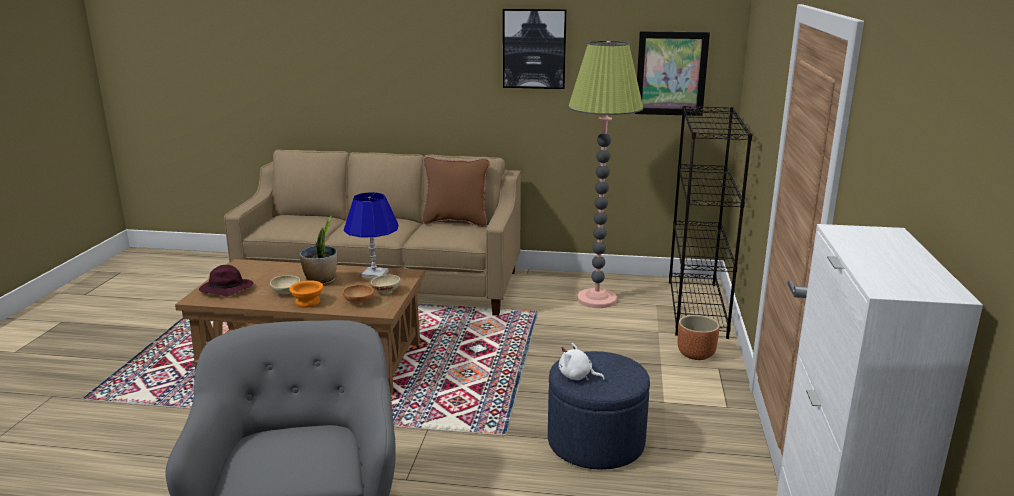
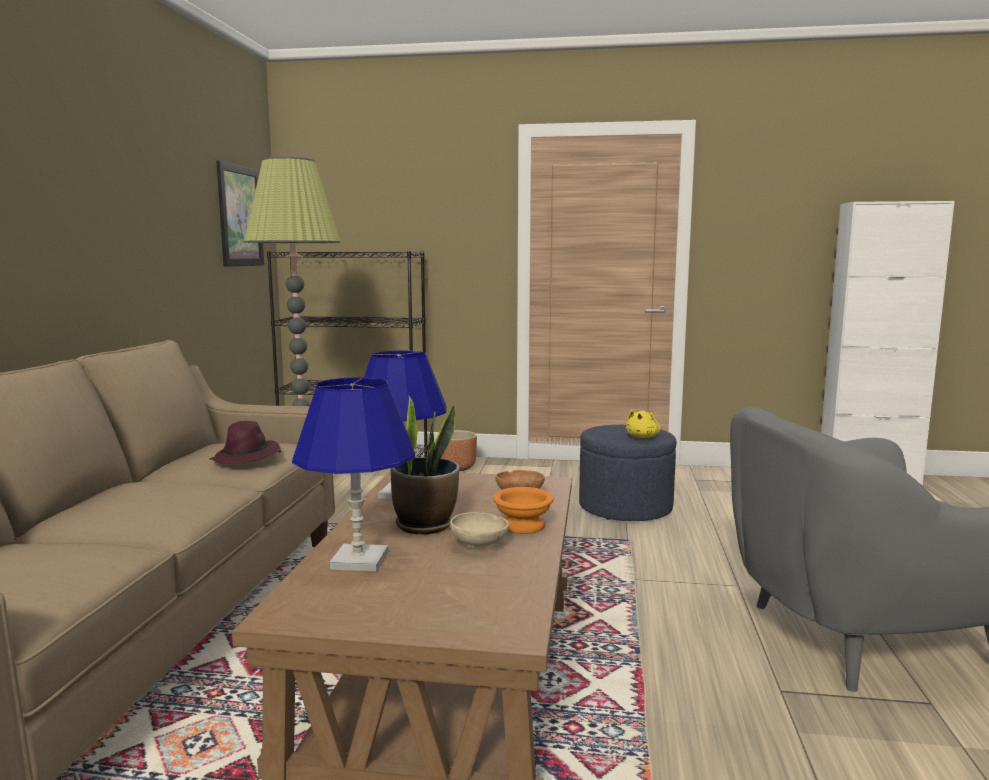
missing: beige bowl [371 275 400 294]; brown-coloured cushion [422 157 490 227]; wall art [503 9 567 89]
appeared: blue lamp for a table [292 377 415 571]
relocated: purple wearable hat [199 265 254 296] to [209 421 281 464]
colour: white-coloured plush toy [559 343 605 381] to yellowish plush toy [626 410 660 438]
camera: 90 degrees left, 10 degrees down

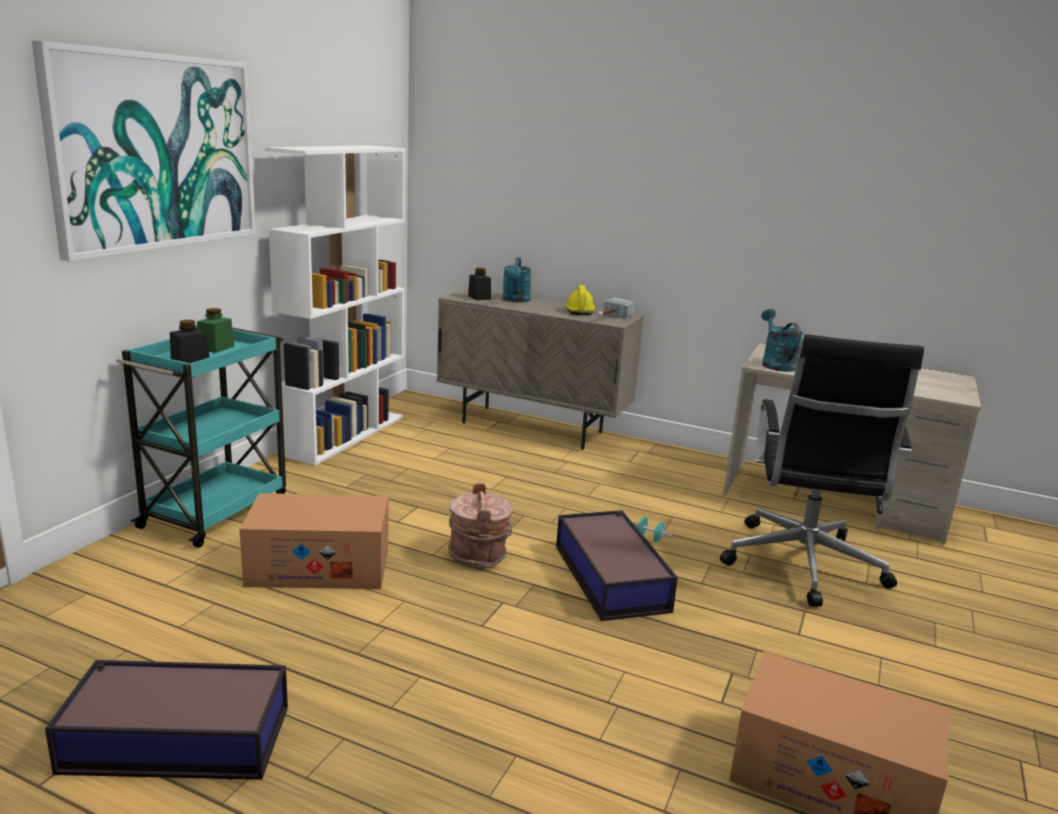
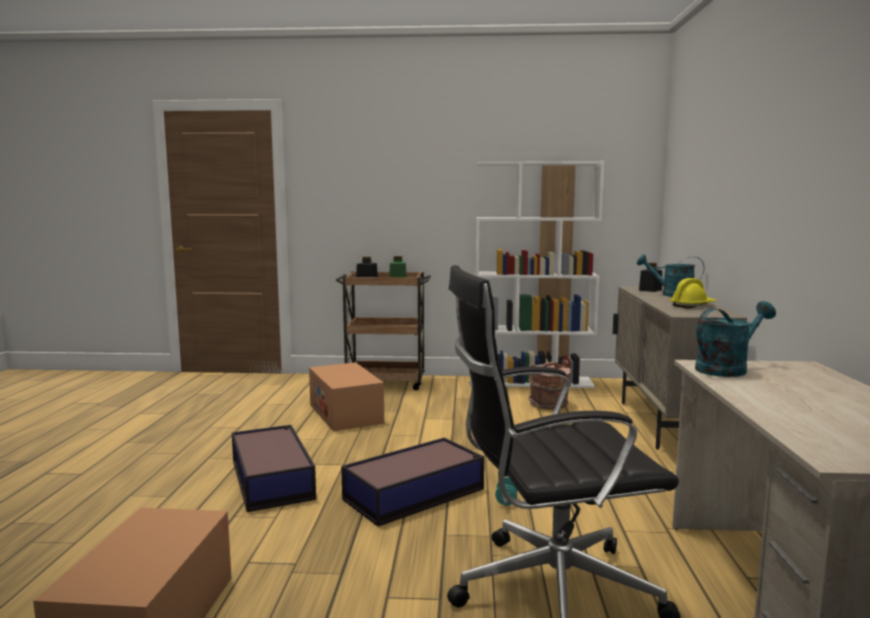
missing: wall art [32 40 256 261]; tool hammer [597 298 635 318]
relocated: storage container [45 660 288 780] to [232 425 316 512]; brown-coloured water bucket [448 483 512 569] to [528 360 571 410]
colour: turquoise trolley [116 328 286 548] to brown-coloured trolley [336 272 431 390]
spun: turquoise watering can [502 258 531 302] = [637 254 704 297] 45 degrees clockwise
camera: 70 degrees right, 10 degrees down

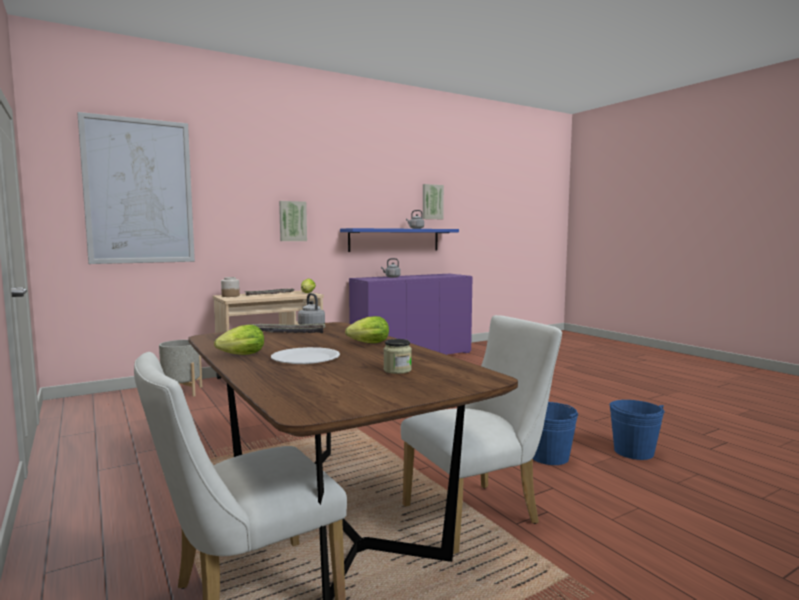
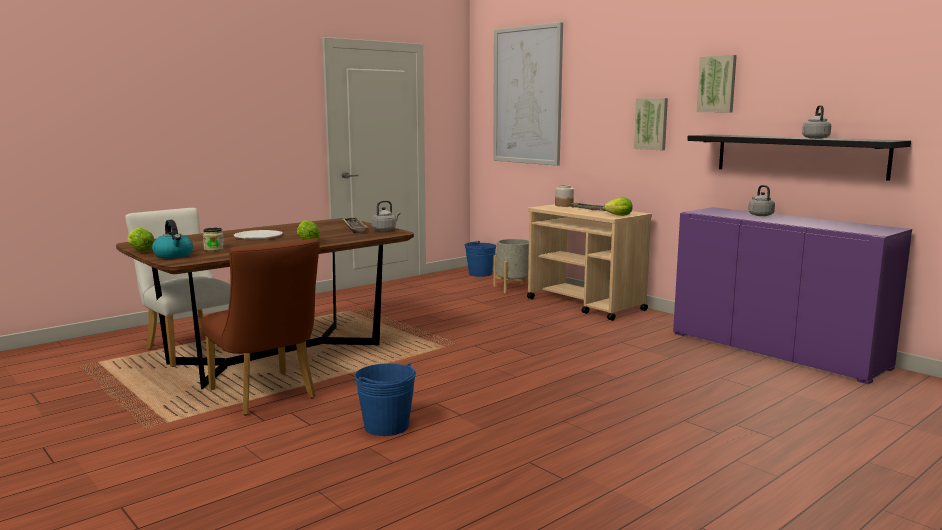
appeared: tea kettle [152 220 193 259]
relocated: head of lettuce [214 325 264 355] to [128 228 154 252]; wall art [423 184 444 219] to [697 55 737 112]; blue water bucket [609 400 665 460] to [464 241 496 277]
colour: blue wall shelf [340 228 459 252] to blackish wall shelf [687 135 911 181]; white-coloured upright chair [401 315 562 554] to brown-coloured upright chair [201 238 320 415]
camera: 80 degrees right, 5 degrees up

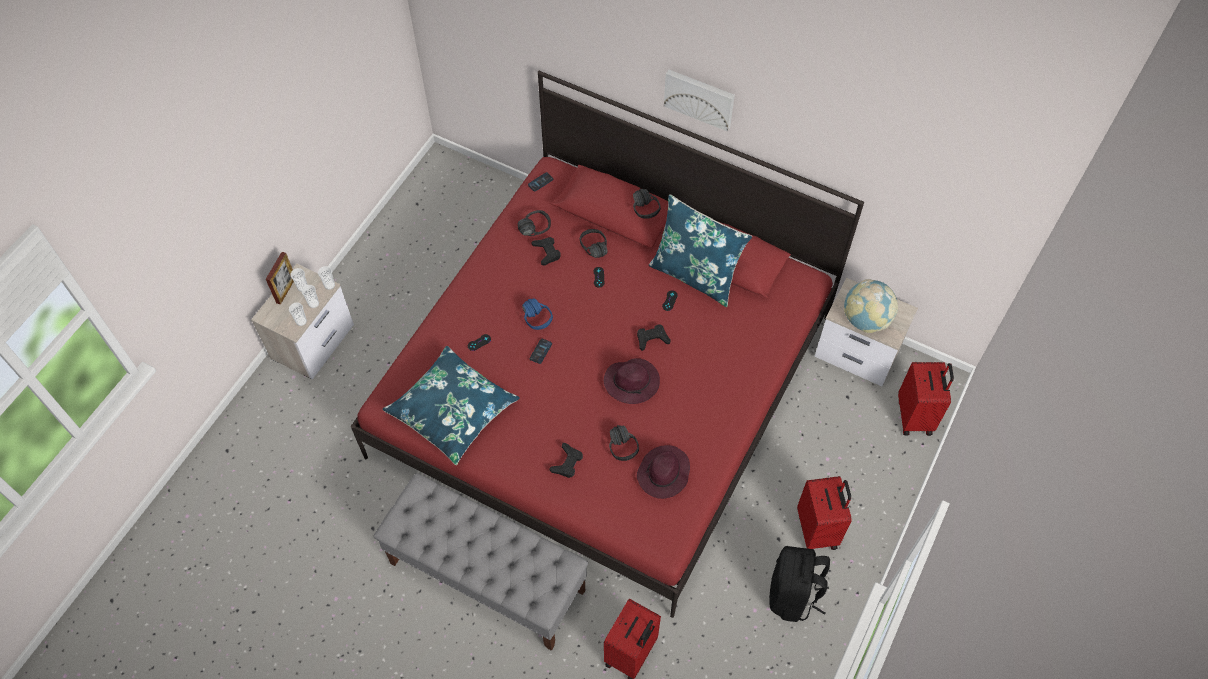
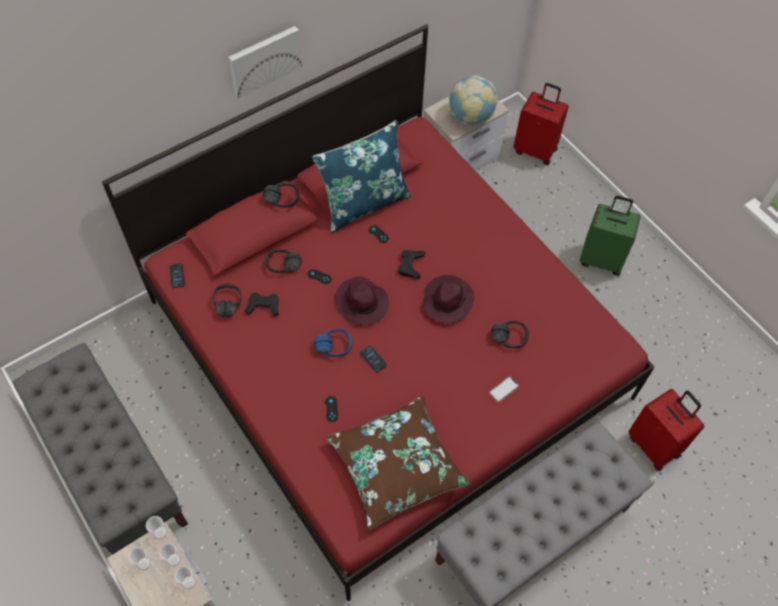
missing: photo frame [266 252 294 305]; blackish backpack [769 546 830 622]
appeared: gray indoor bench [13 343 188 554]
relocated: purple wearable hat [637 445 690 499] to [335 276 389 325]
exchanged: blackish game controller [549 443 583 478] to telephone [489 377 519 402]
colour: blue cushion [383 346 520 465] to brown-coloured cushion [327 396 470 530]; red travel case [797 476 852 550] to green travel case [580 196 641 276]
camera: 65 degrees left, 0 degrees up

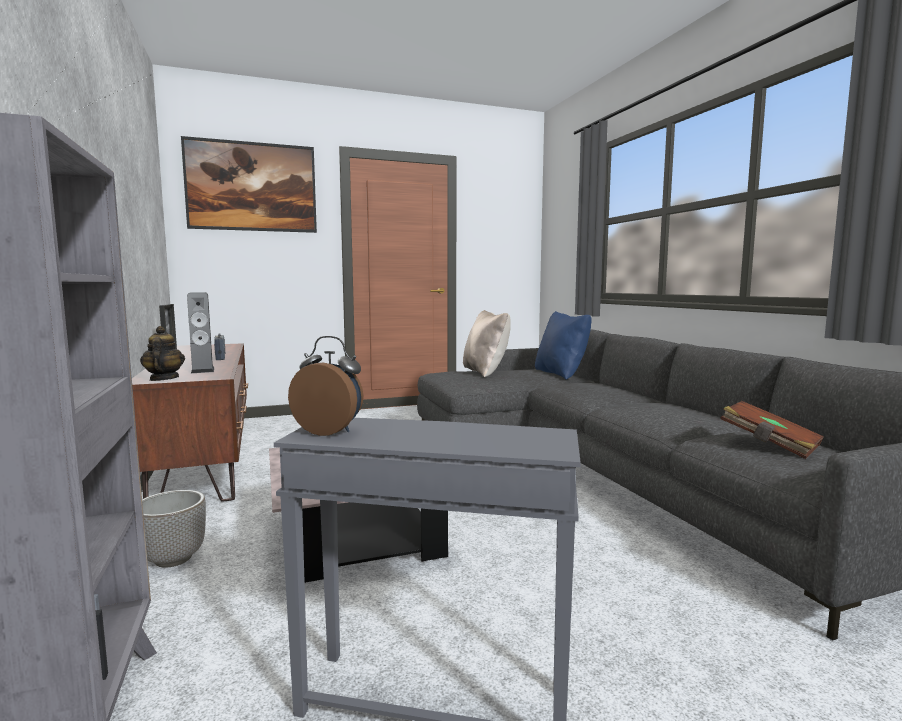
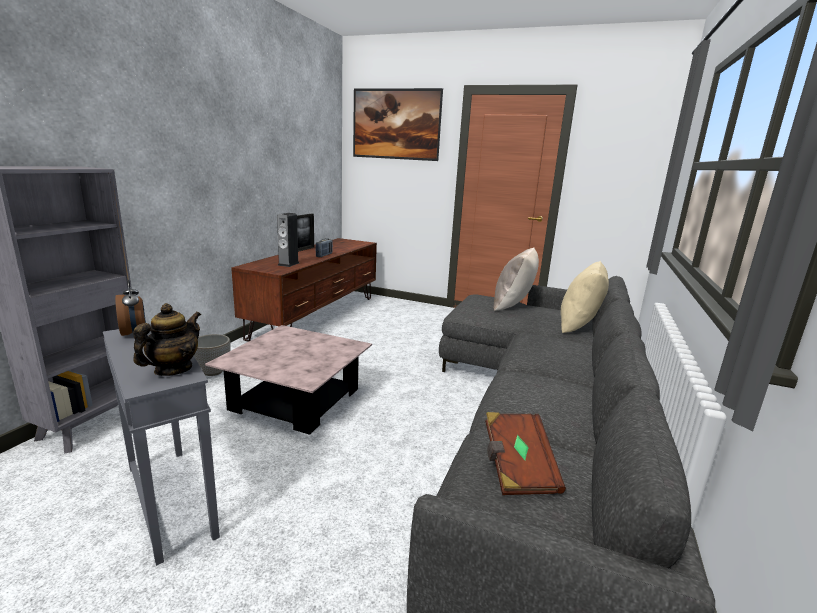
relocated: tea pot [140 326 185 381] to [133 303 201 376]
colour: blue cushion [535 311 592 380] to beige cushion [560 261 609 333]
camera: 40 degrees right, 10 degrees up

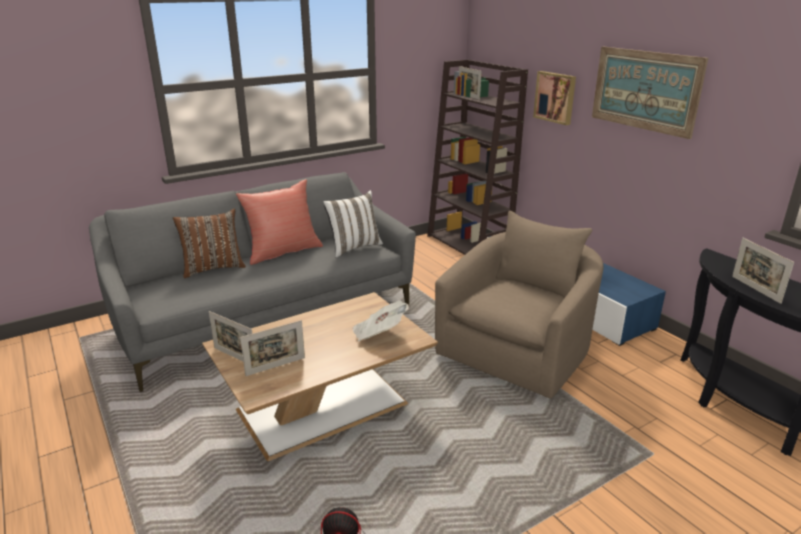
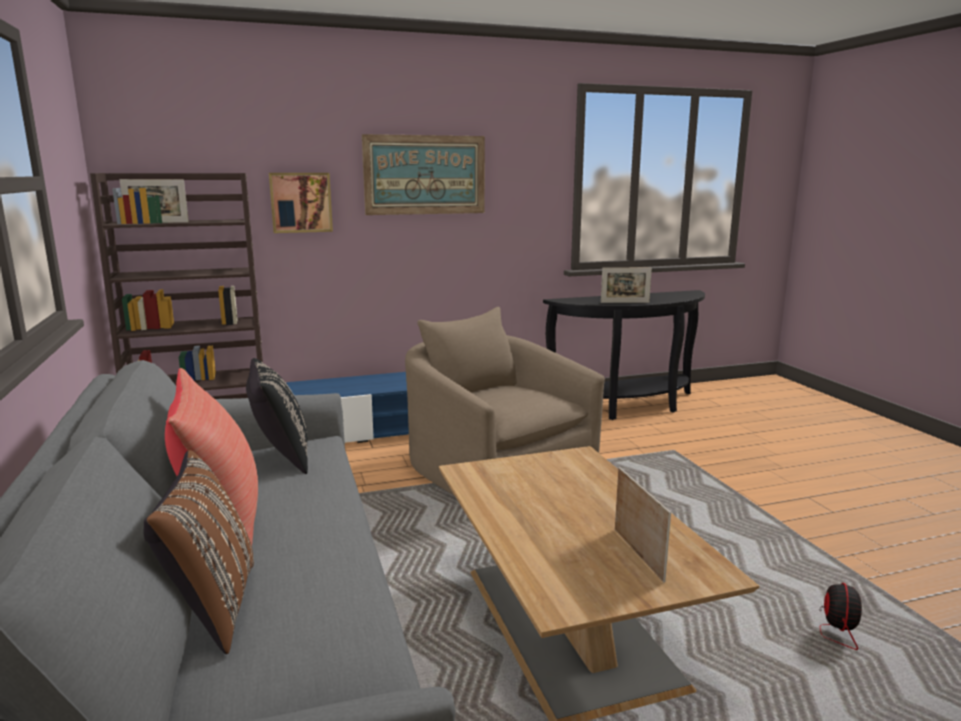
missing: photo frame [209 311 252 361]; daily paper [352 300 409 342]
colour: white-coloured cushion [323 190 383 257] to blackish cushion [246 358 308 474]
camera: 75 degrees left, 10 degrees down

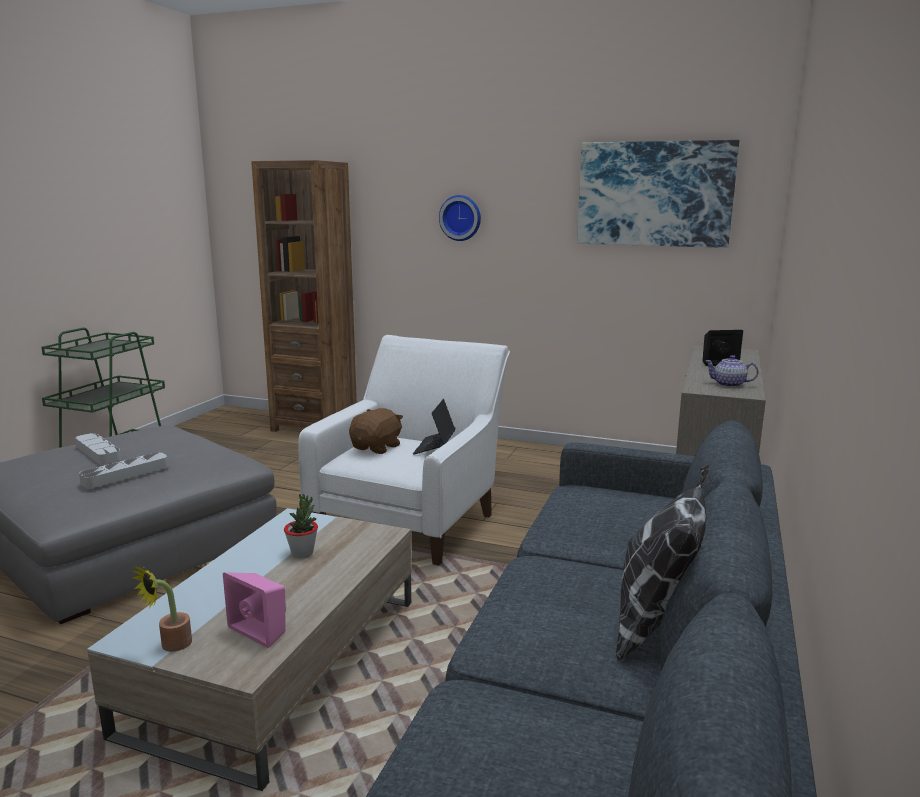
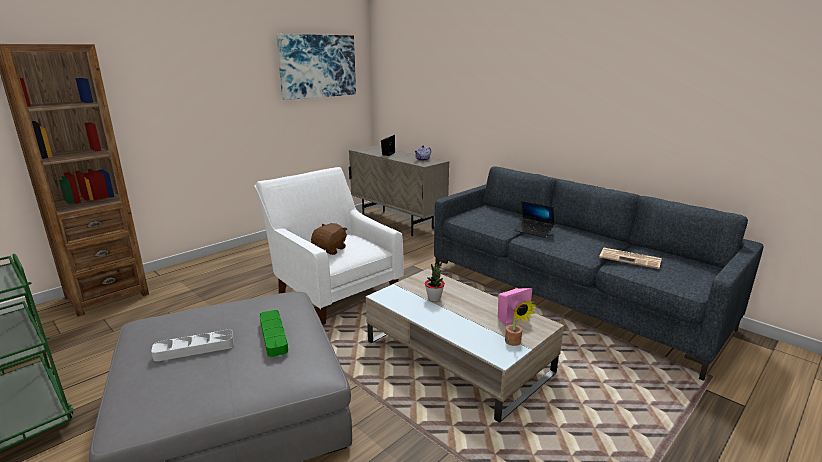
missing: wall clock [439 195 481 241]; cushion [616 464 710 661]
appeared: daily paper [599 248 662 269]
relocated: notebook computer [413 399 455 454] to [514 201 554 238]
colour: gray carrying tray [79 452 168 488] to green carrying tray [260 310 288 357]
spun: brown-coloured plush toy [349 408 403 454] = [311 223 347 255] 60 degrees clockwise
camera: 65 degrees left, 5 degrees up

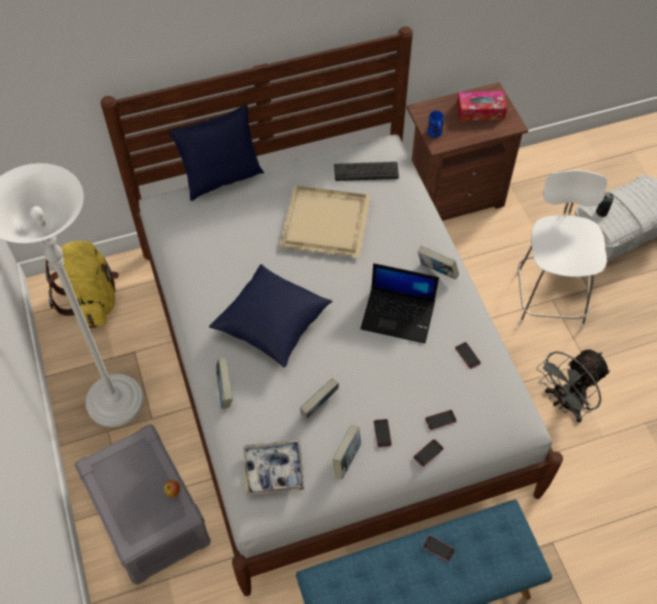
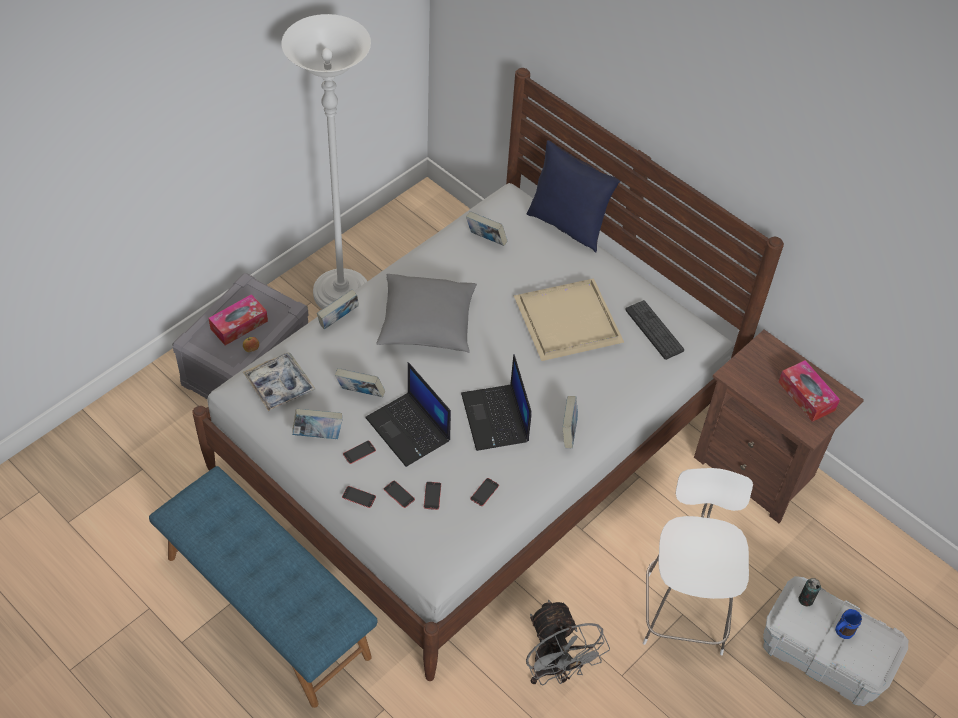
missing: yellowish backpack [45 241 119 328]
appeared: tissue holder [208 294 268 345]; notebook computer [365 362 451 467]; volume [466 211 507 246]
relocated: telephone [423 535 455 562] to [424 482 441 510]; blue tea mug [427 110 444 138] to [835 609 862 639]
colour: blue cushion [209 264 333 368] to gray cushion [376 274 477 353]
spun: white-coloured upright chair [517 170 607 329] = [643 468 753 655] 60 degrees counterclockwise; gray electric fan [537 349 610 422] = [526 600 610 685] 135 degrees counterclockwise
camera: 60 degrees right, 5 degrees down

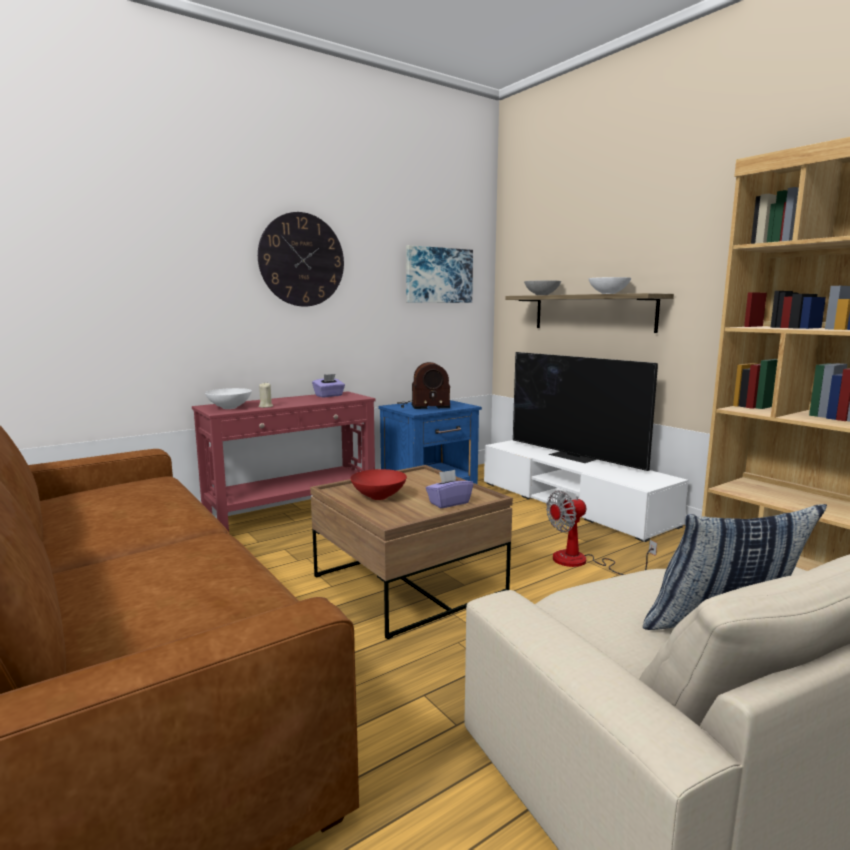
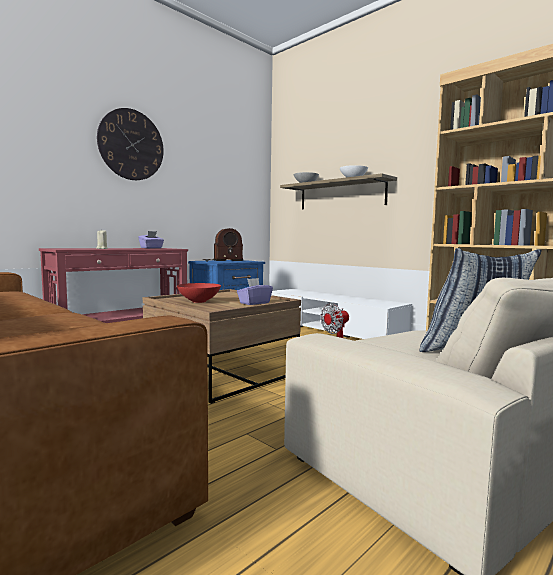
missing: white-coloured bowl [205 388 252 409]; wall art [406 245 473 303]; TV set [513 352 658 471]
camera: 10 degrees left, 5 degrees down

